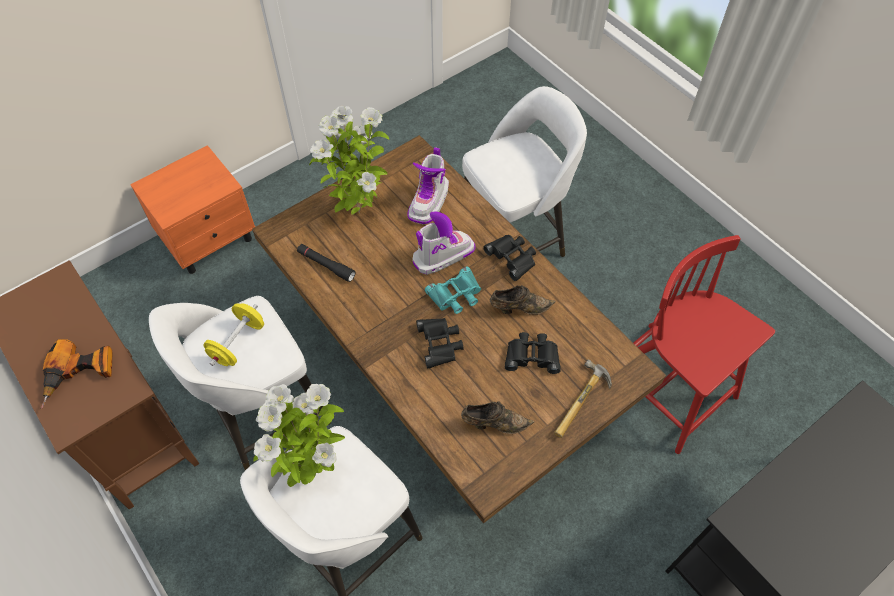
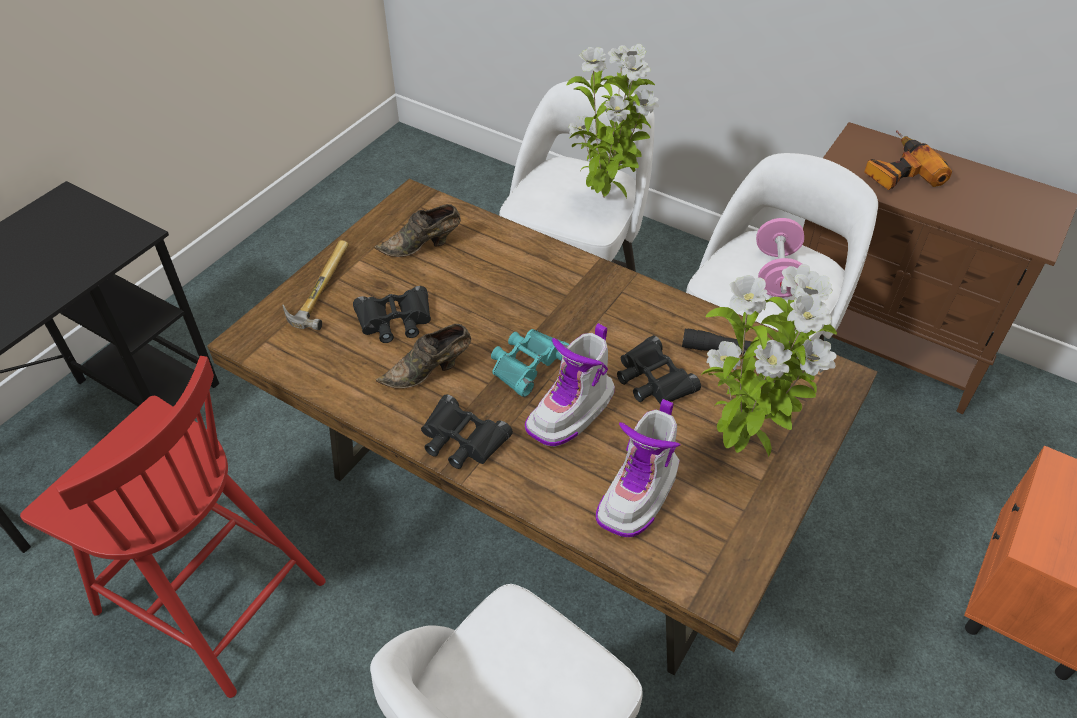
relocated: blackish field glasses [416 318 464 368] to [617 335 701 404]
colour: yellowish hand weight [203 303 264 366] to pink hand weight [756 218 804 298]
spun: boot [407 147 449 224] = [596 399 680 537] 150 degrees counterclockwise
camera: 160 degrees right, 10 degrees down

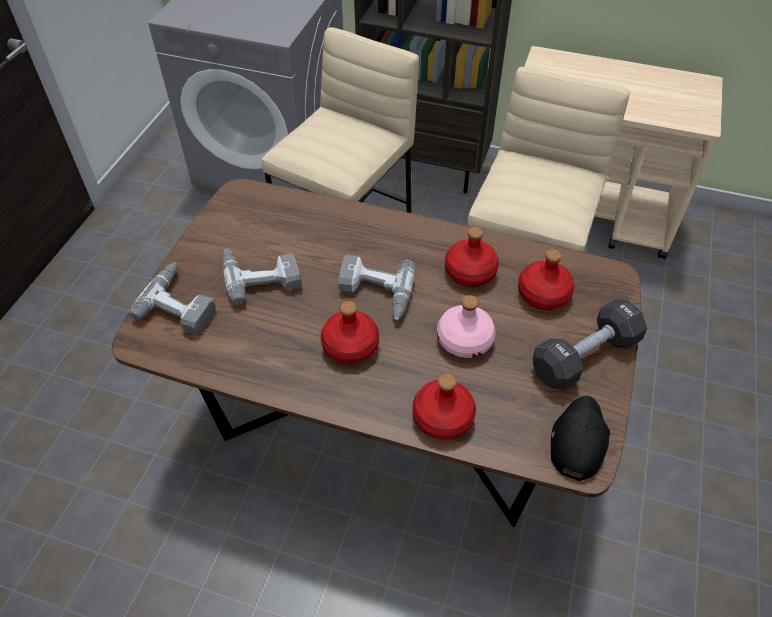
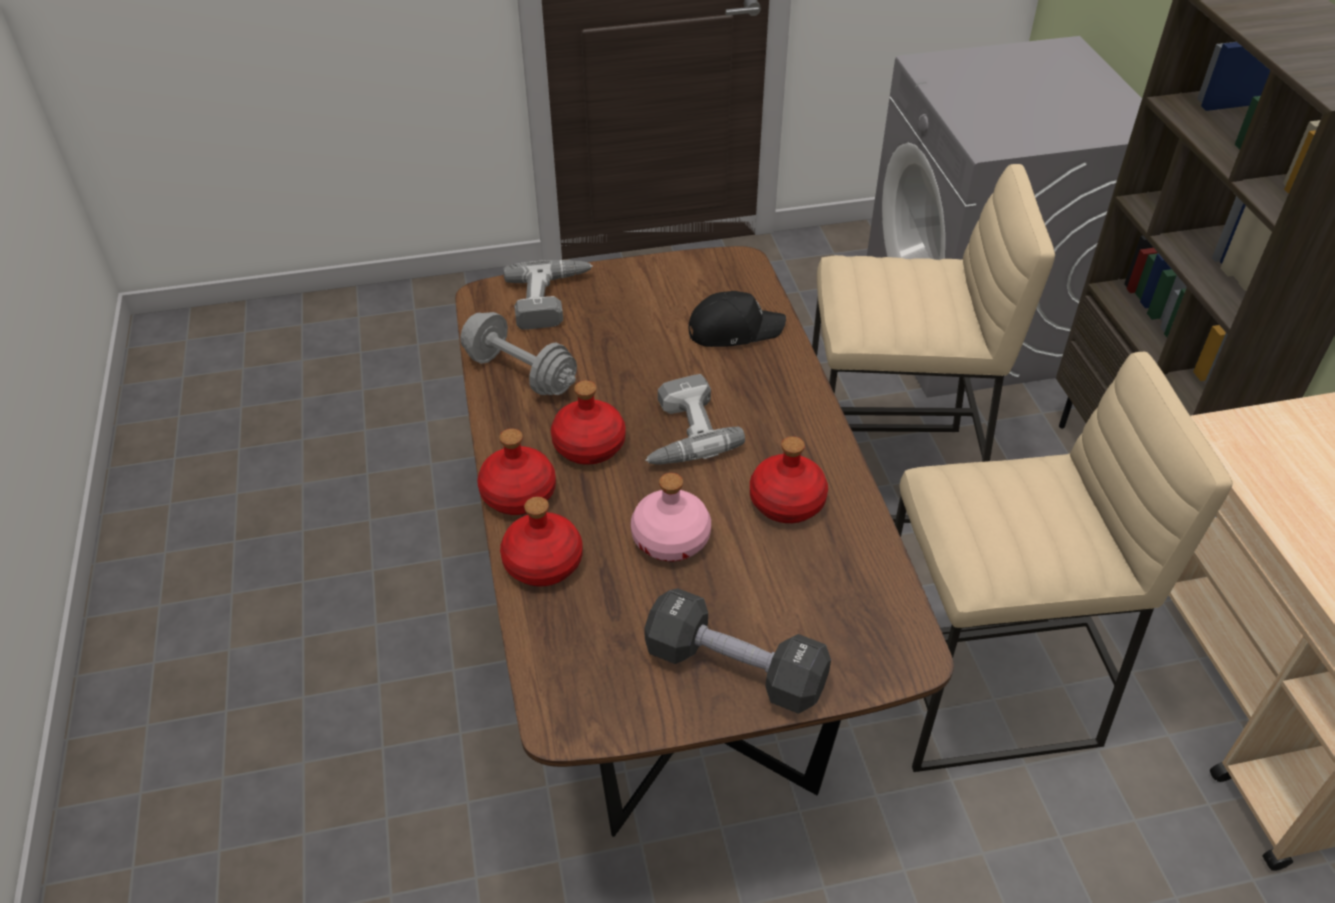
missing: electric drill [223 248 302 305]
appeared: gray hand weight [460 312 577 395]
relocated: red beverage bottle [518 249 574 310] to [477 429 556 515]; blackish baseball cap [551 396 610 481] to [689 291 786 347]
camera: 60 degrees right, 5 degrees down

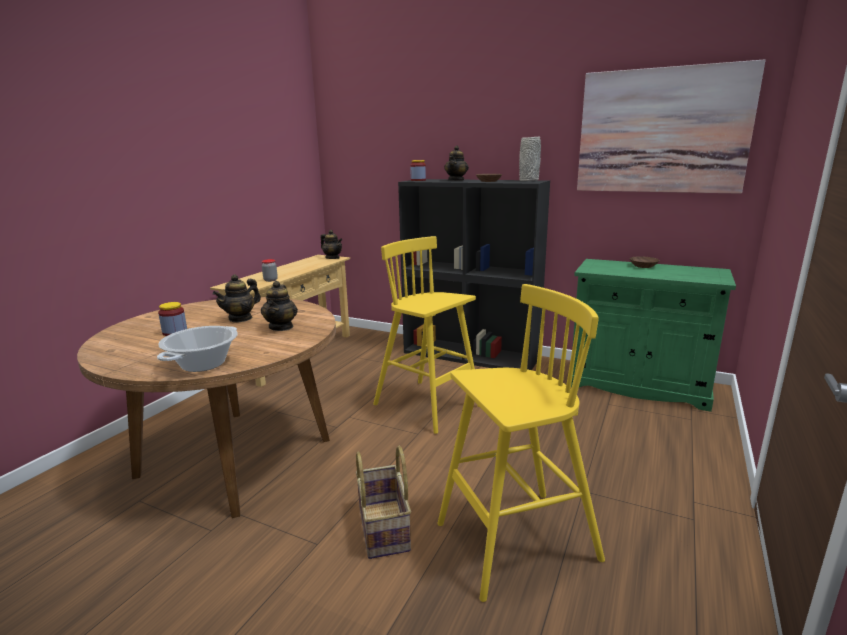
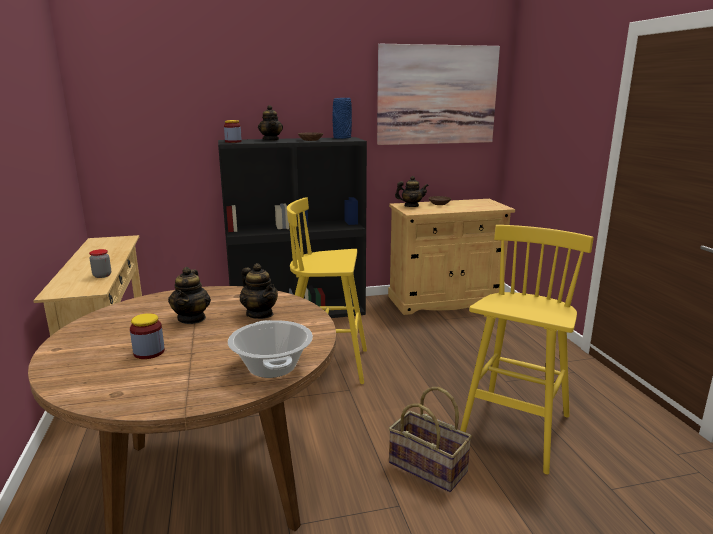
relocated: tea pot [320 230 342 259] to [395 176 429 207]
colour: gray decorative vase [519 136 541 181] to blue decorative vase [332 98 352 139]; green cupboard [571 259 736 412] to beige cupboard [388 199 515 315]
camera: 40 degrees left, 0 degrees up

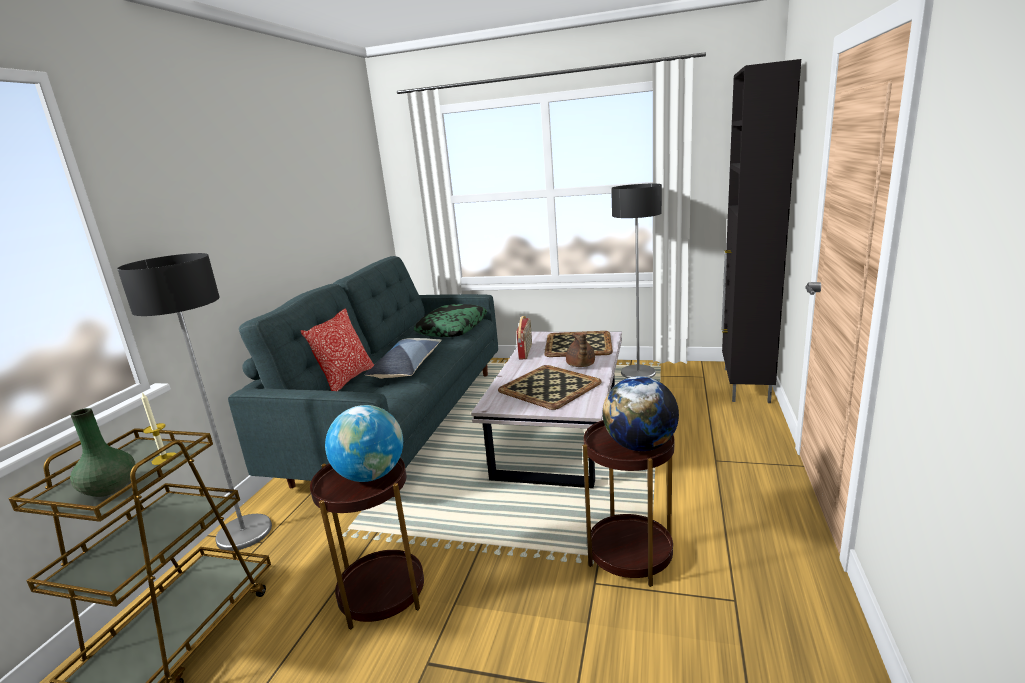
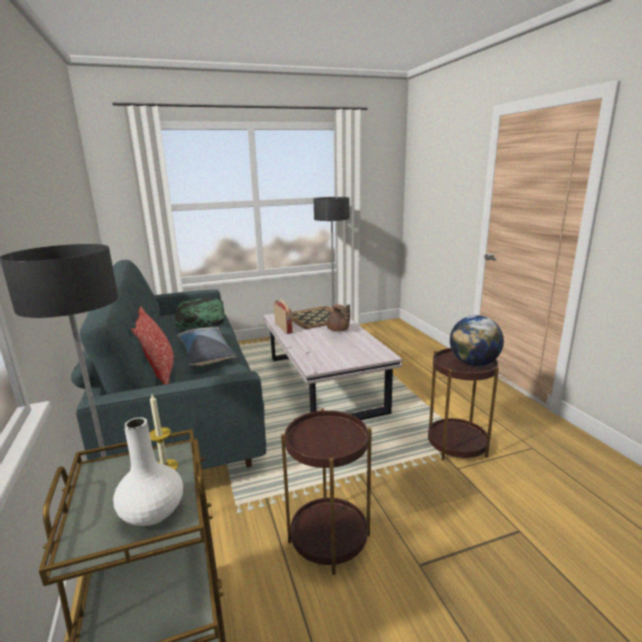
missing: desk globe [325 405 403 482]; carrying tray [498 365 602 410]; blackish cupboard [721 59 801 403]
colour: green decorative vase [70 408 135 497] to white-coloured decorative vase [113 417 183 526]
camera: 35 degrees left, 0 degrees up

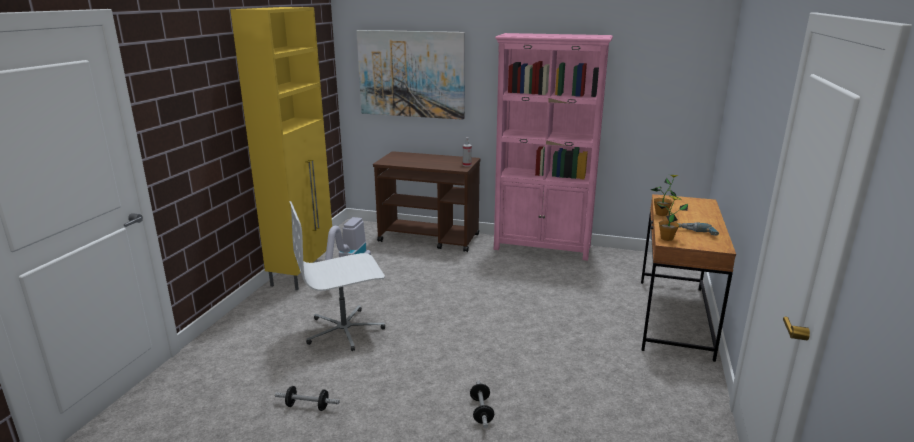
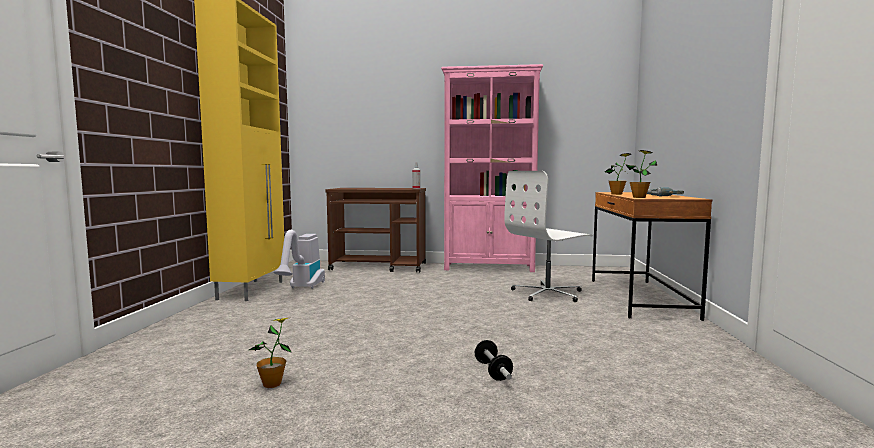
missing: wall art [357 30 465 120]
relocated: white-coloured computer chair [289 201 385 351] to [504 171 593 302]
exchanged: hand weight [275 386 340 411] to plant in a pot [249 318 292 388]
camera: 10 degrees left, 15 degrees down

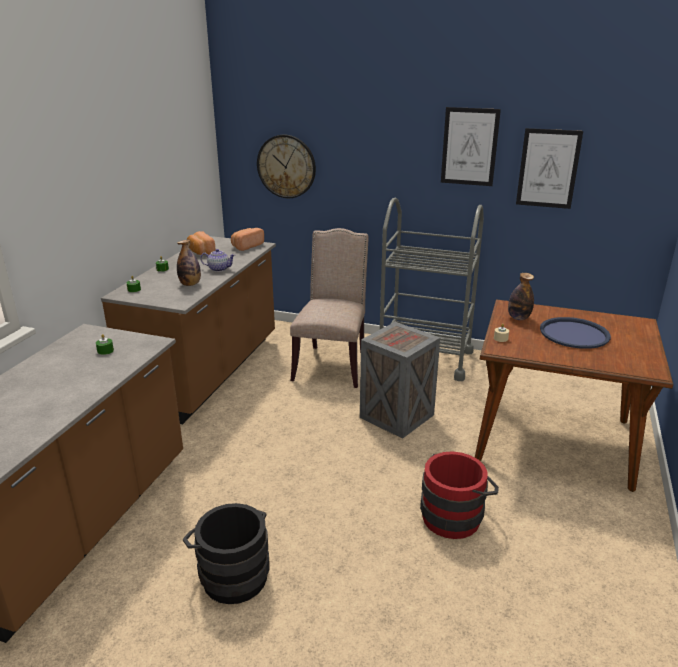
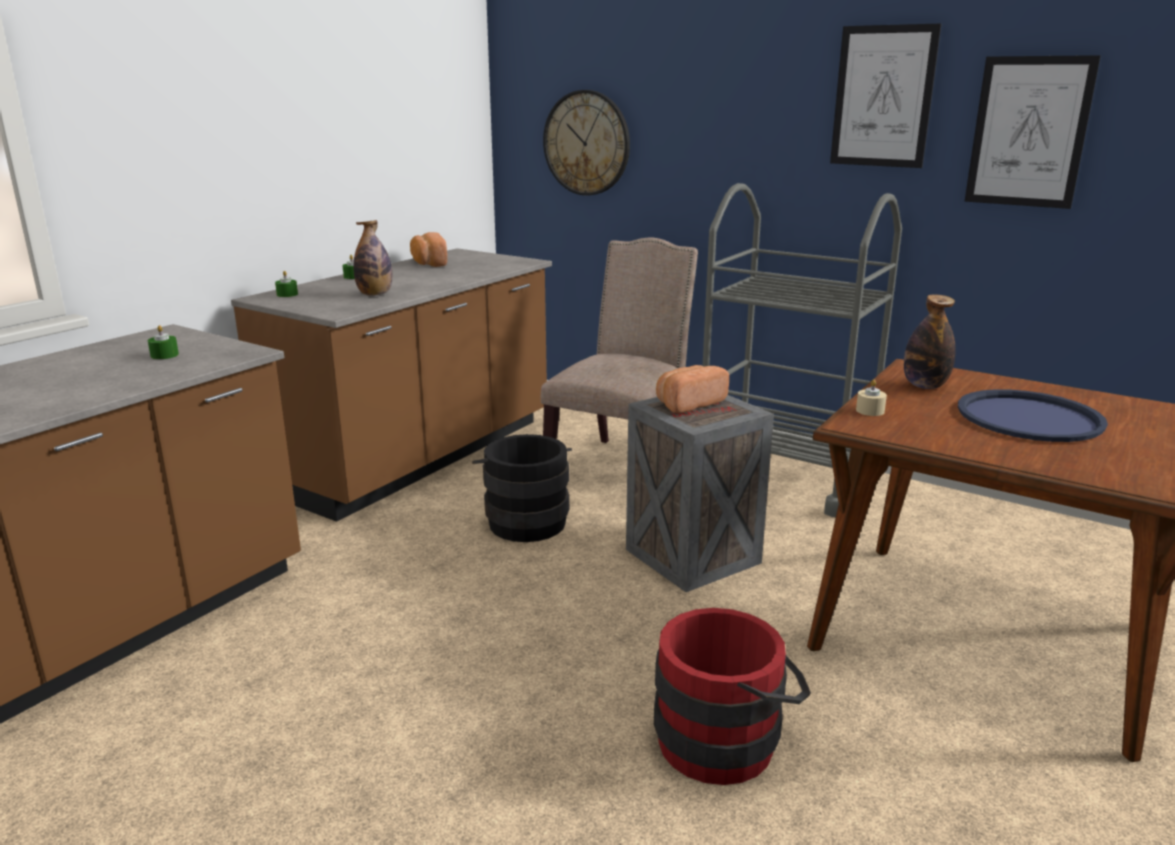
missing: tea pot [200 249 235 272]
relocated: blackish water bucket [183 503 270 604] to [472 434 572 542]; baked bread [231 228 264 251] to [656 365 729 413]
camera: 15 degrees right, 5 degrees down

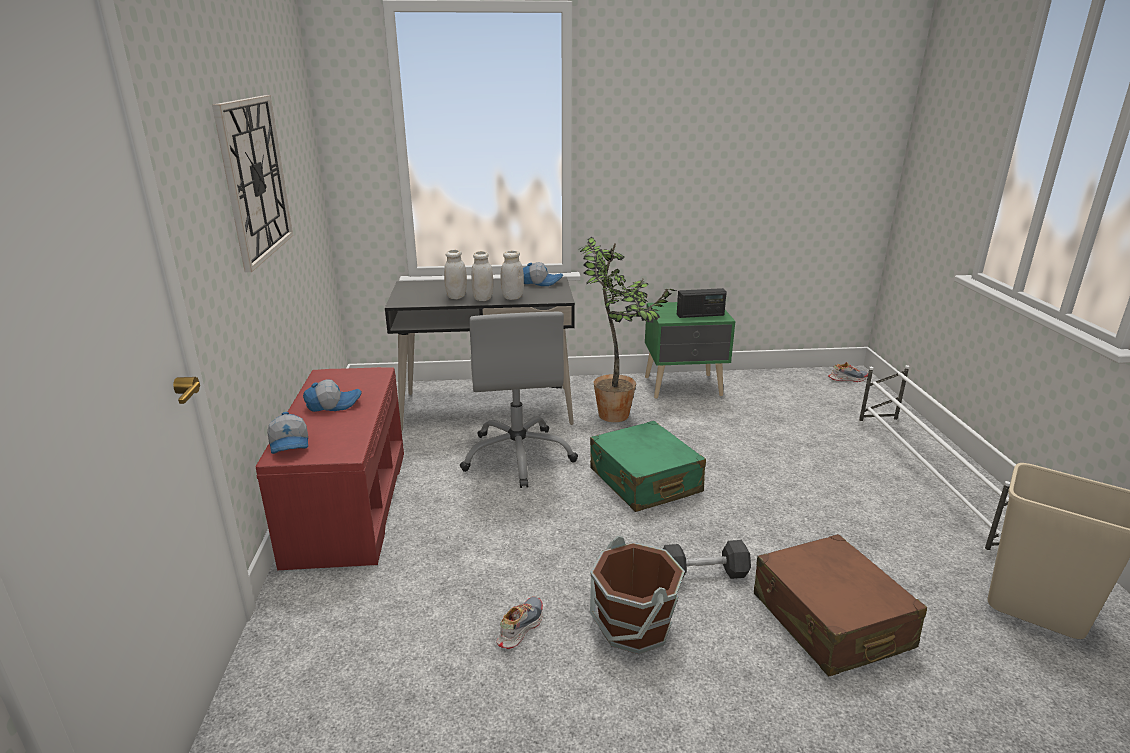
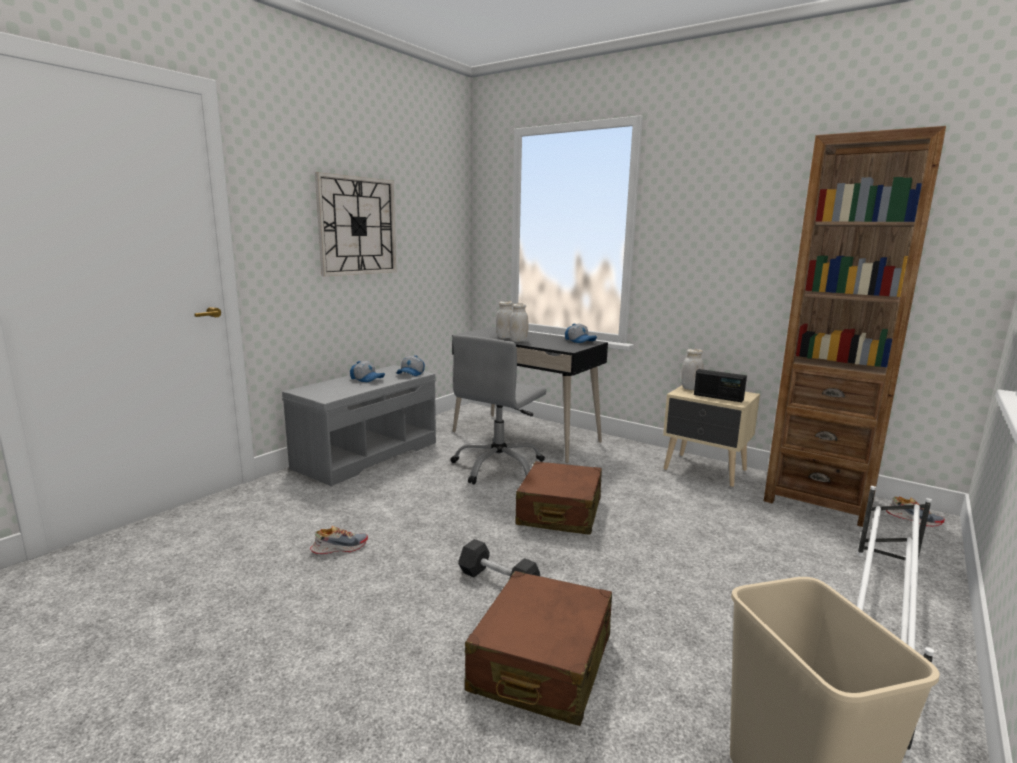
missing: plant in a pot [580 237 676 422]; brown-coloured water bucket [590 536 685 654]
appeared: brown-coloured bookshelf [764 126 946 527]
relocated: baseball cap [267 412 308 454] to [397 355 425 376]; white-coloured preserve jar [501 250 524 300] to [681 349 704 390]
colour: red indoor bench [256 367 404 570] to gray indoor bench [282 365 436 486]; green travel case [590 421 706 512] to brown-coloured travel case [515 461 602 535]; green night table [645 302 736 399] to beige night table [663 386 760 487]
camera: 40 degrees right, 10 degrees down

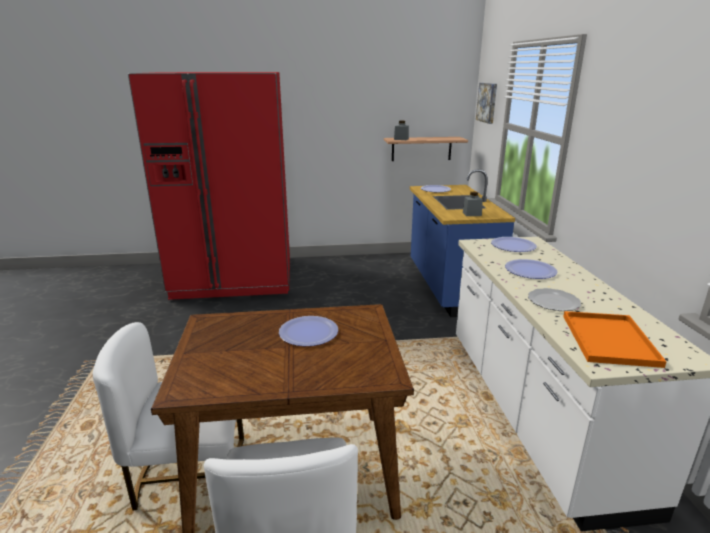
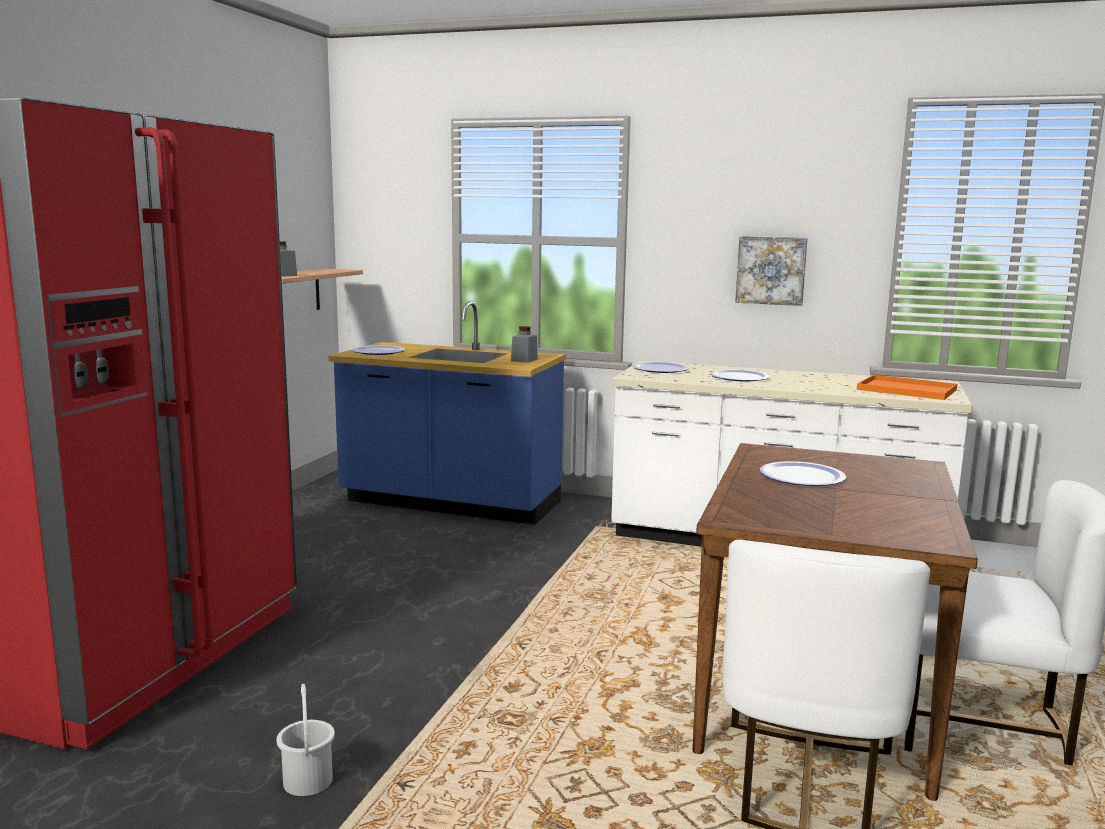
missing: dinner plate [528 288 581 311]
appeared: white-coloured water bucket [276 684 335 796]
relocated: wall art [476 83 497 124] to [735 236 808 306]
camera: 65 degrees left, 10 degrees down

